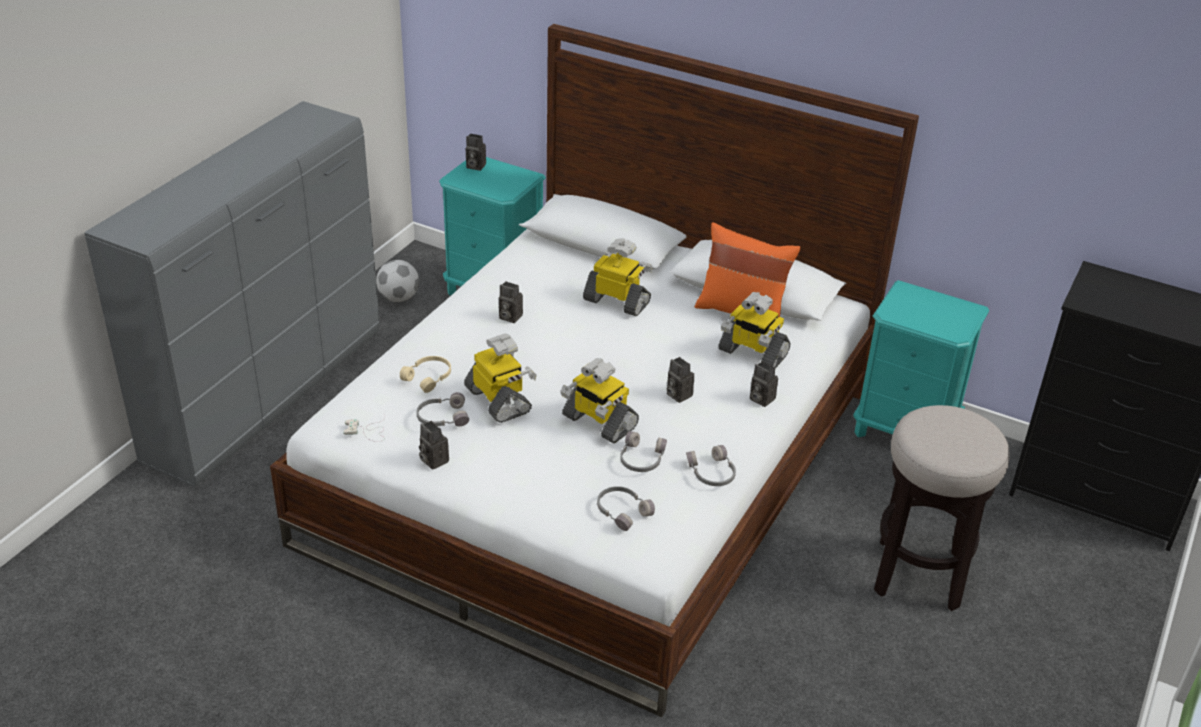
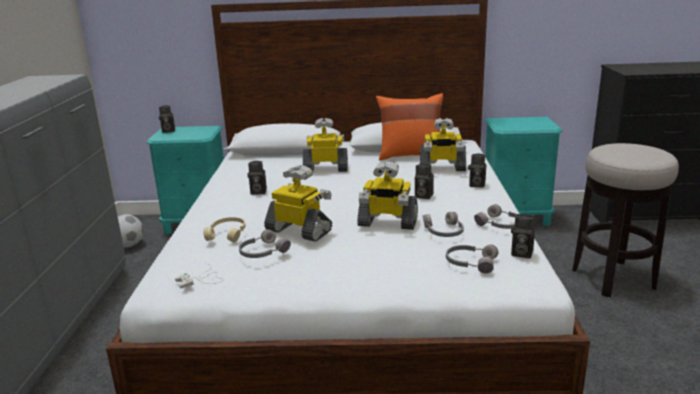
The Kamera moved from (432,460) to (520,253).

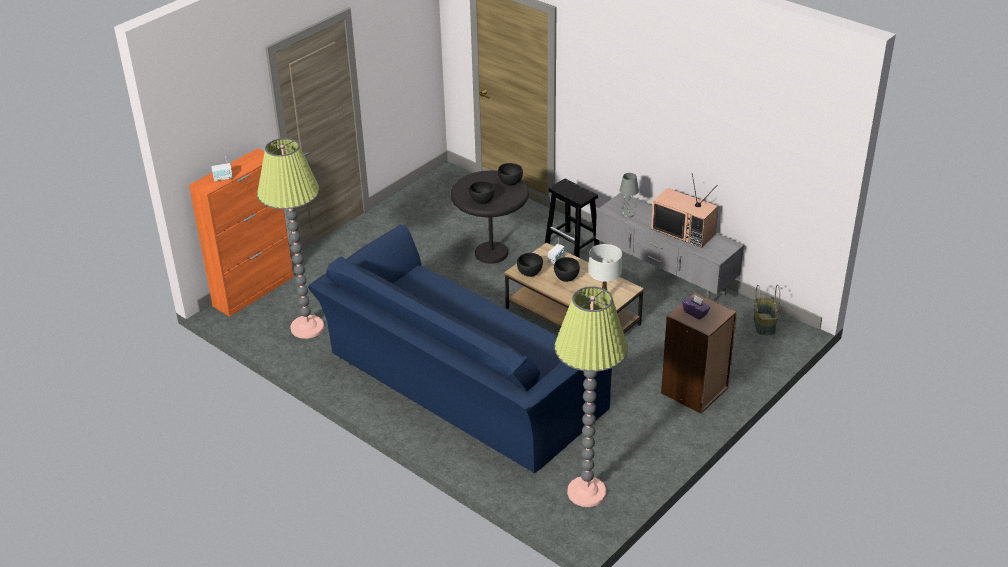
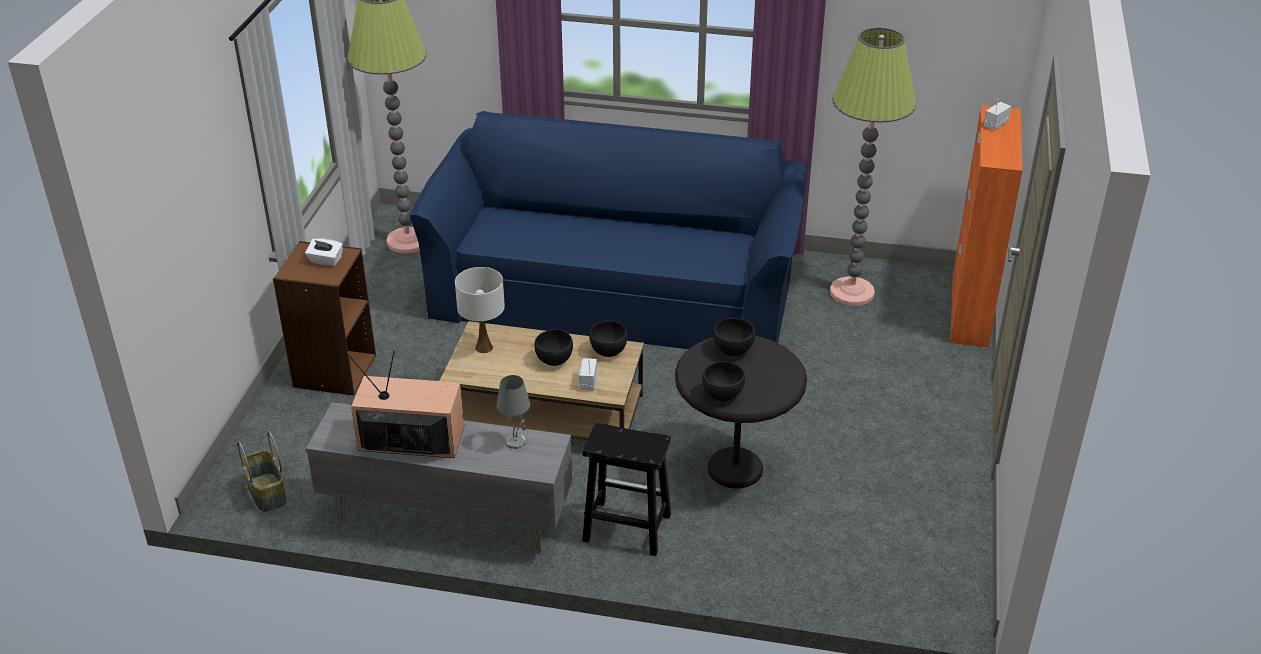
The Taschentuchbox [lila] at (695,313) became the Taschentuchbox [weiß] at (325,261).

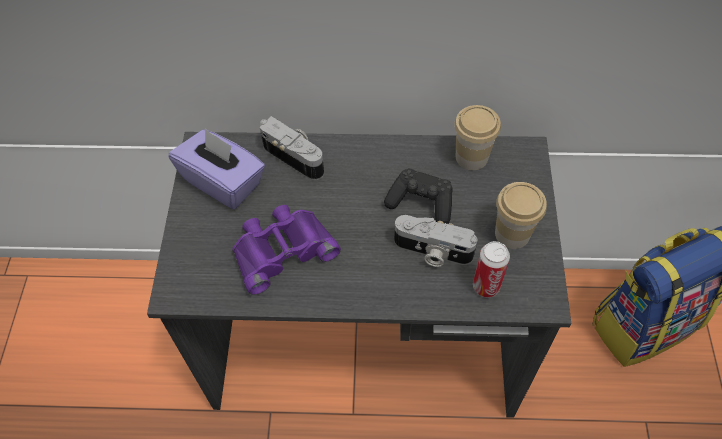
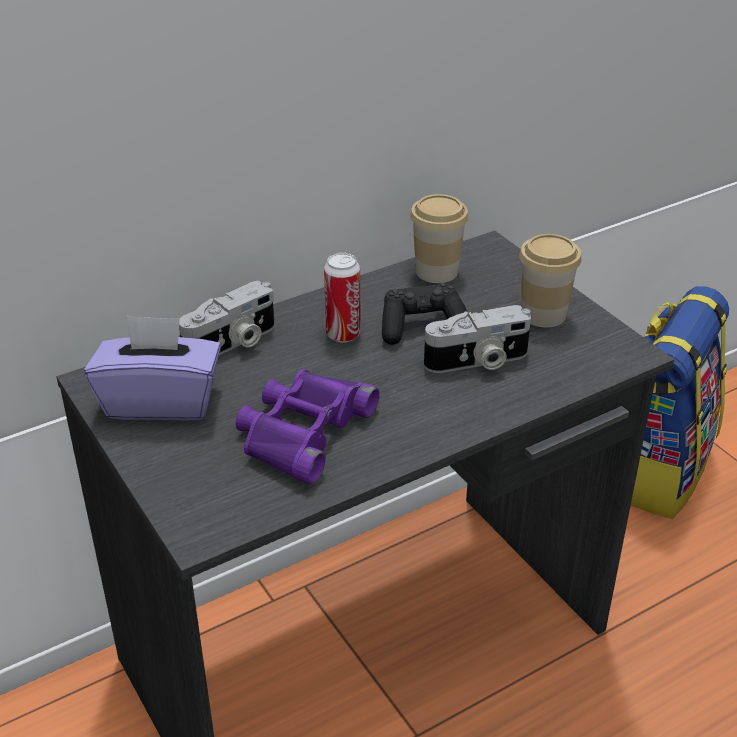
The Kamera at (296,156) turned 135 degrees clockwise.
The Dose moved from (486,286) to (343,334).

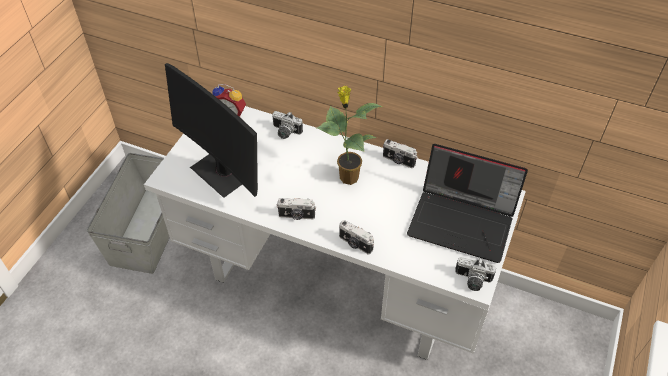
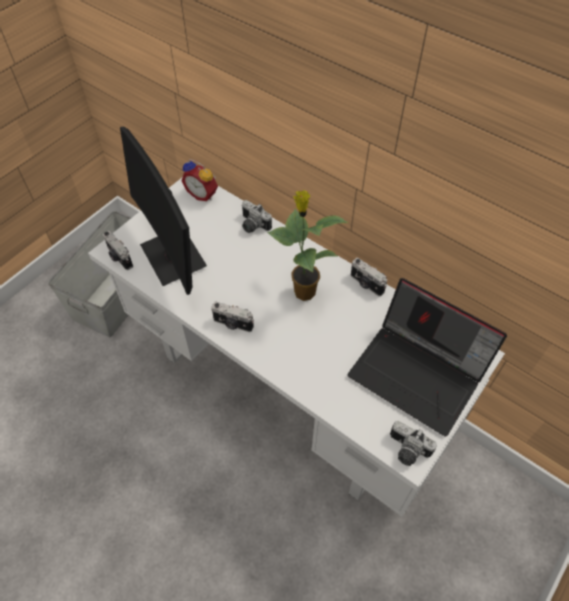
The Kamera moved from (355,244) to (119,258).

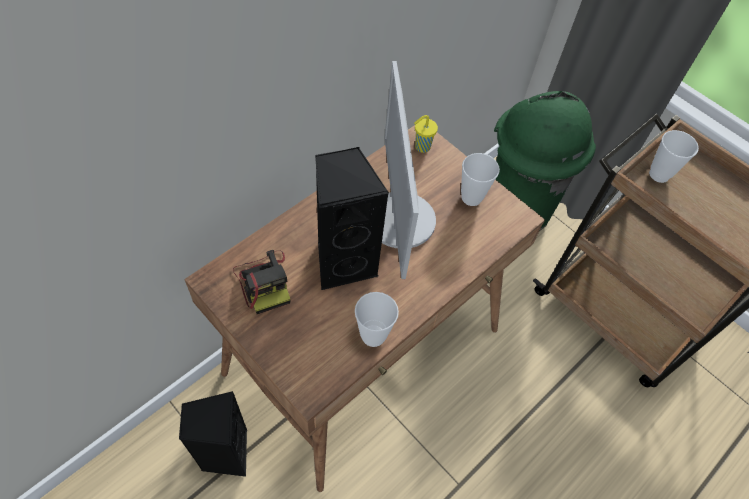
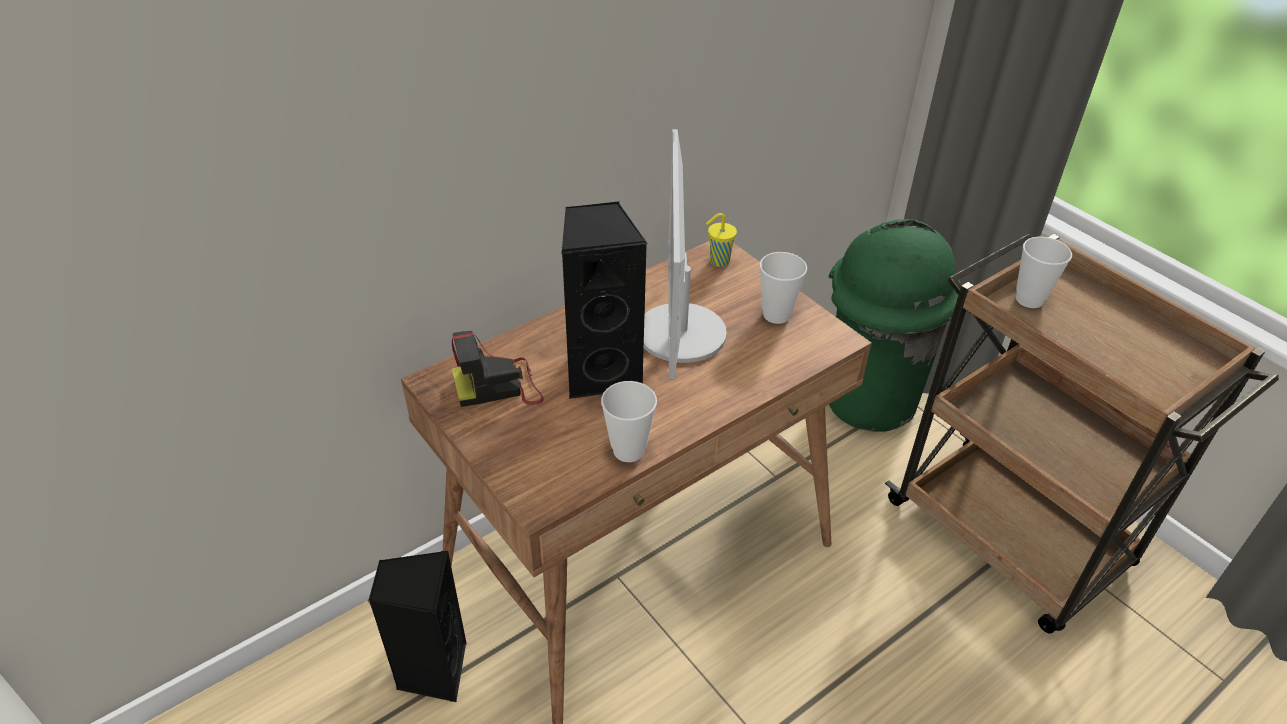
The Kamera at (264,282) turned 90 degrees clockwise.

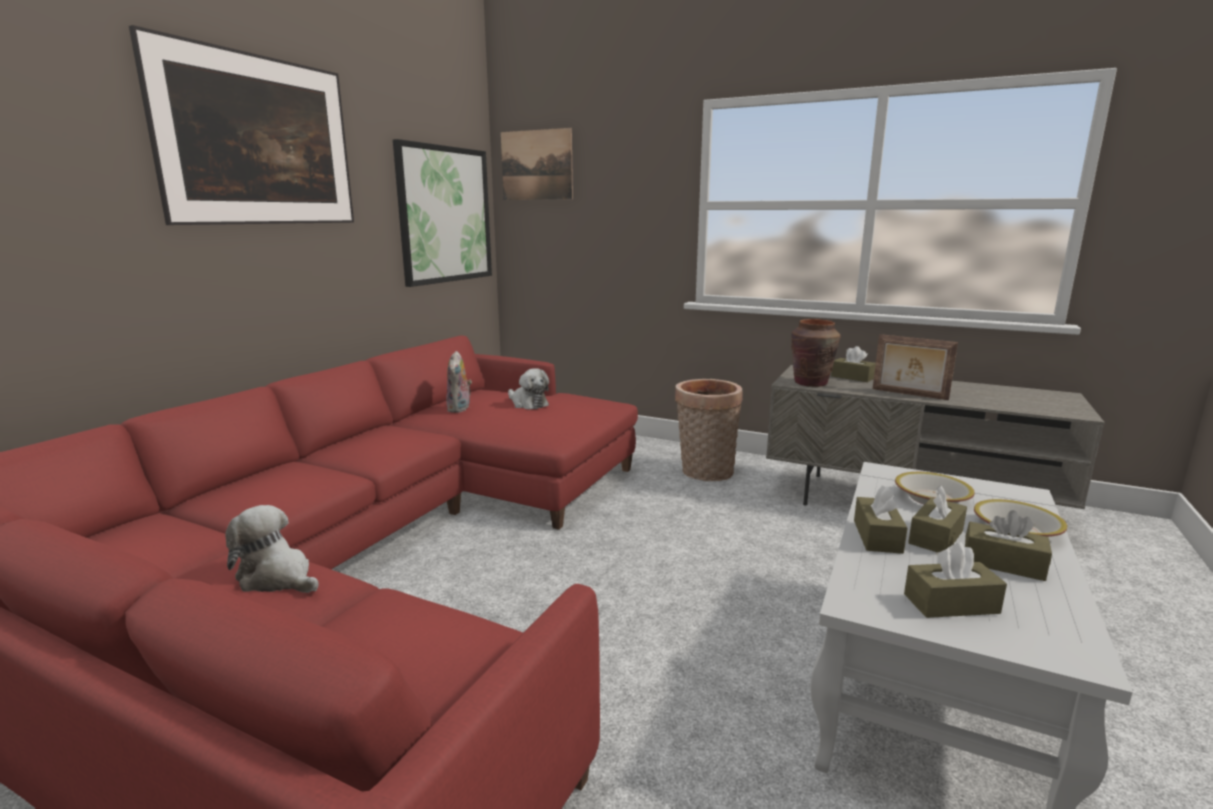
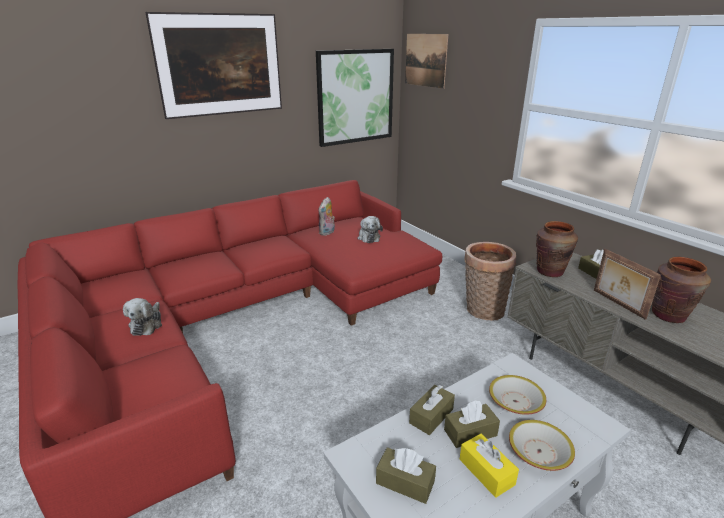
The Plüschtier at (277,578) turned 150 degrees counterclockwise.
The Taschentuchbox [braun] at (1003,563) became the Taschentuchbox [gelb] at (486,472).
The Vase [braun] at (669,315) appeared.

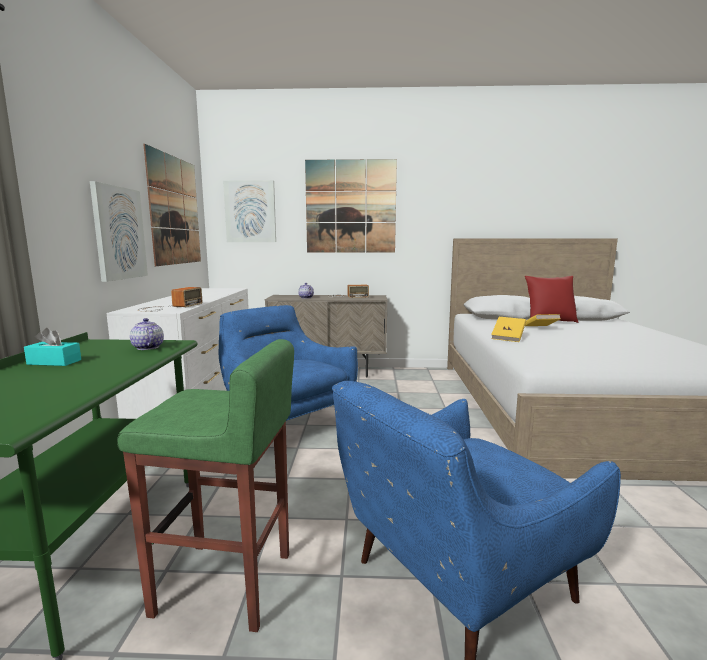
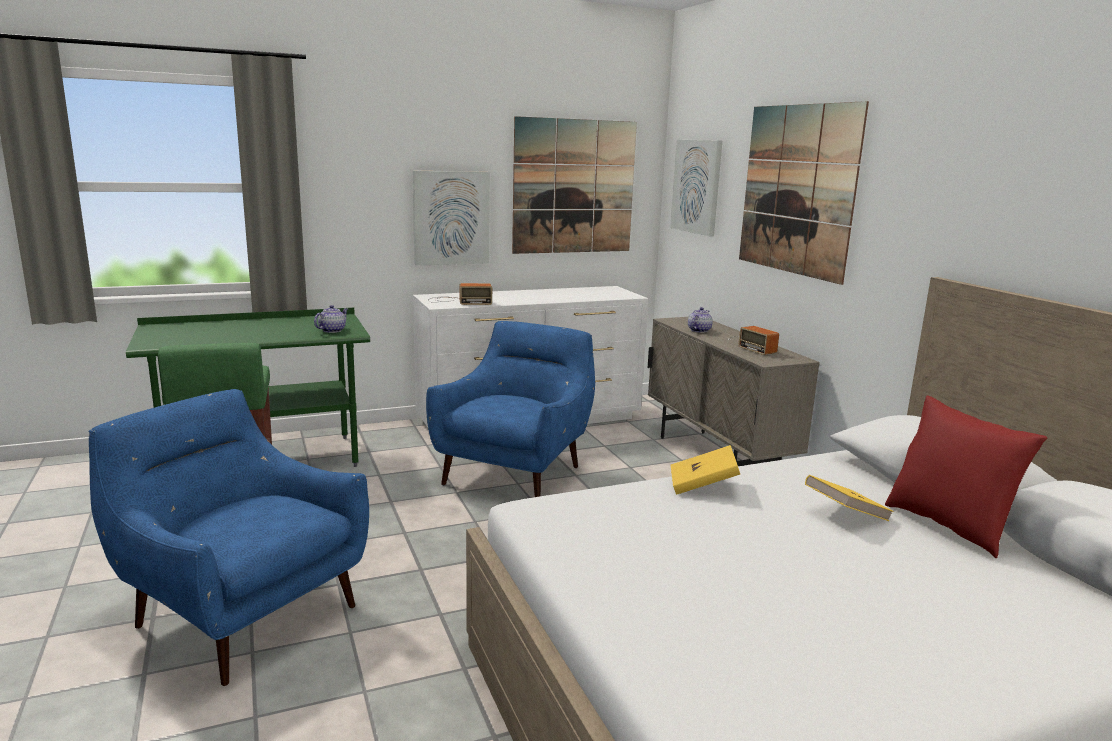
The Taschentuchbox [türkis] at (54,362) disappeared.

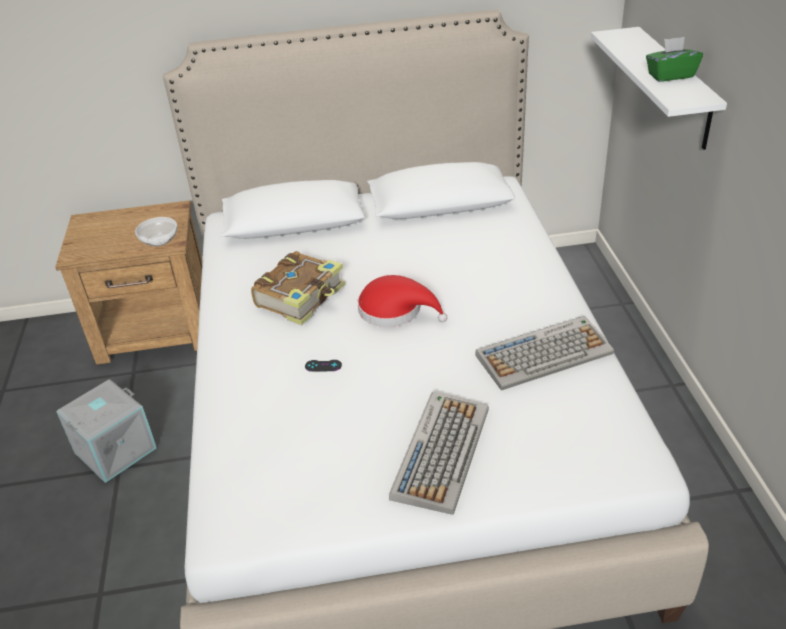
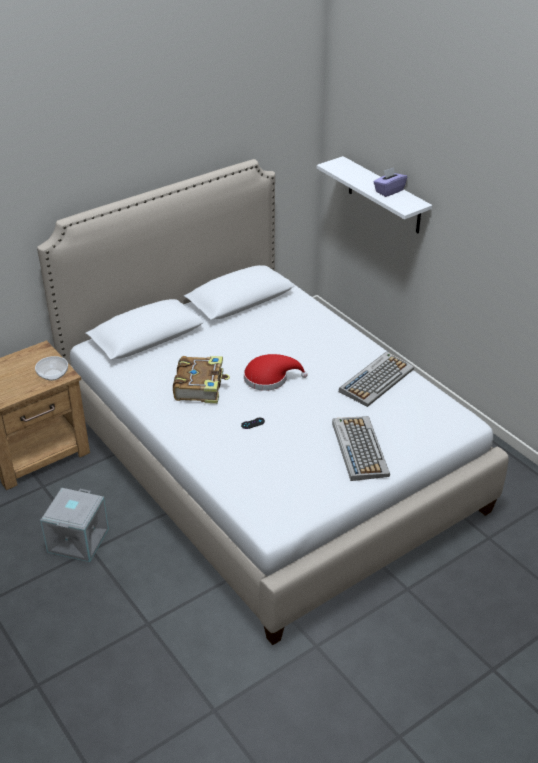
The Taschentuchbox [grün] at (670,75) became the Taschentuchbox [lila] at (389,191).

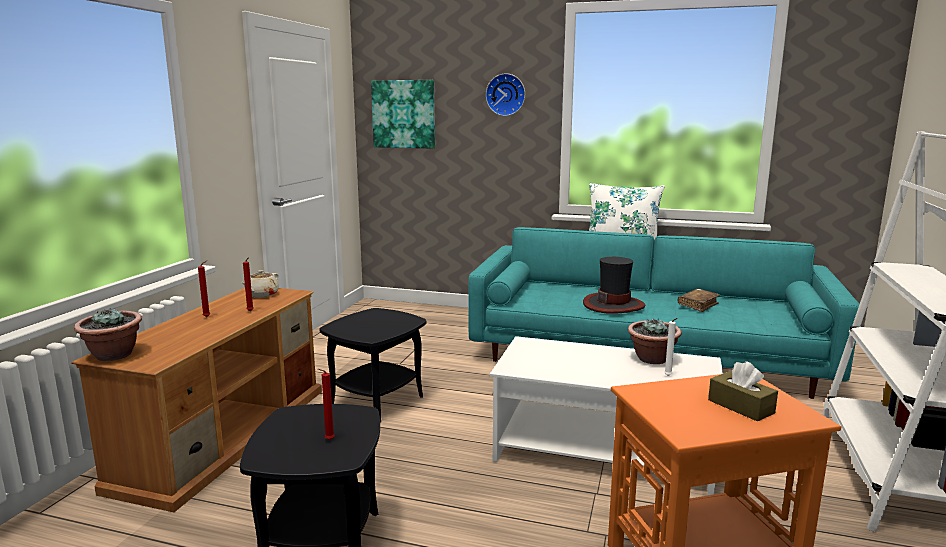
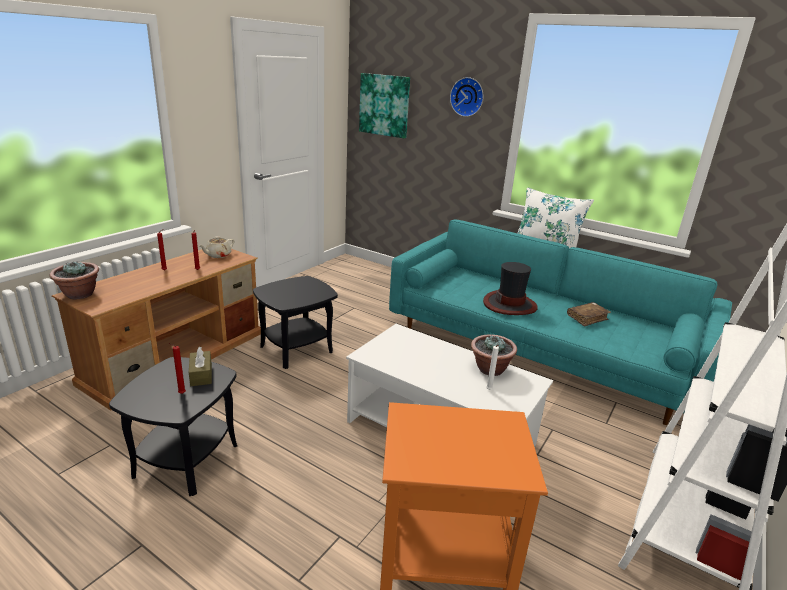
The Taschentuchbox [braun] moved from (740,406) to (201,375).

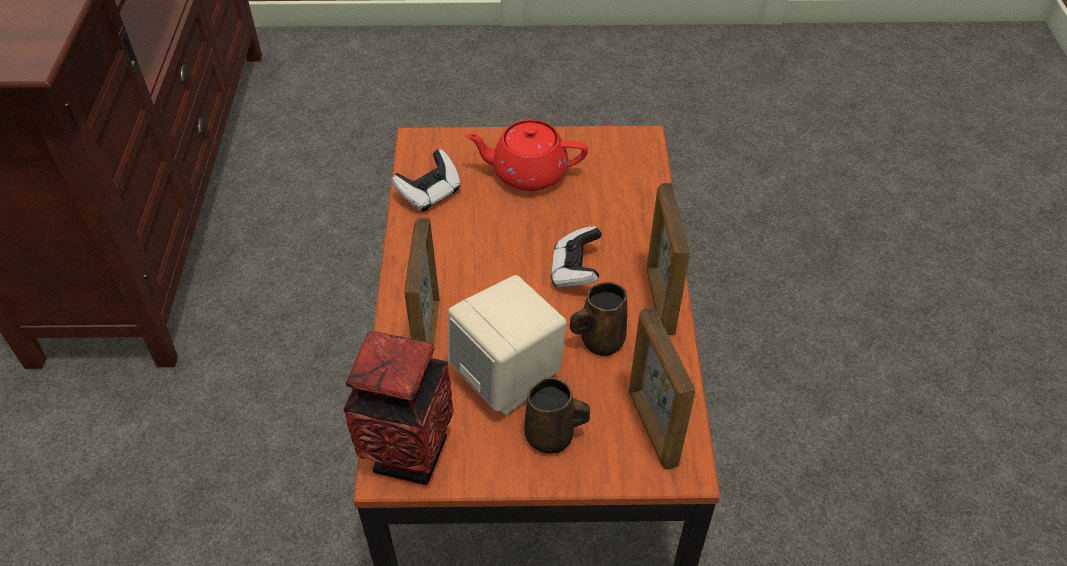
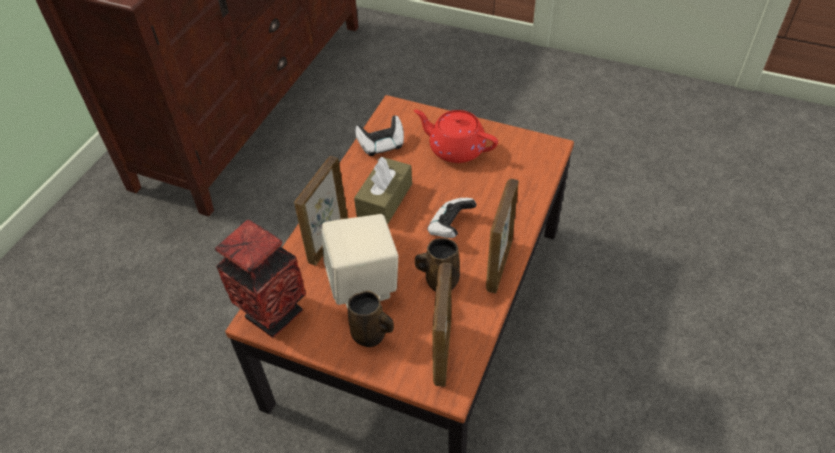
The Taschentuchbox [braun] at (384,200) appeared.

